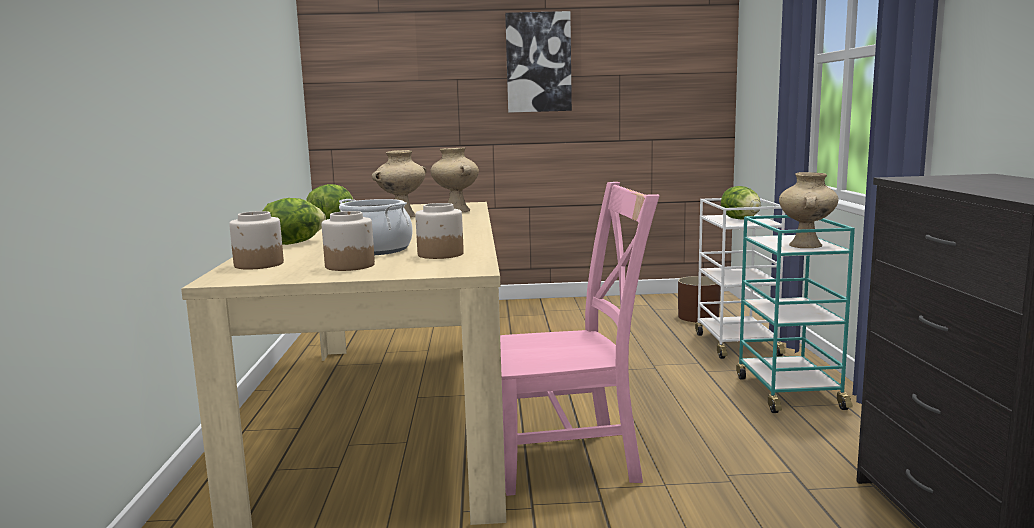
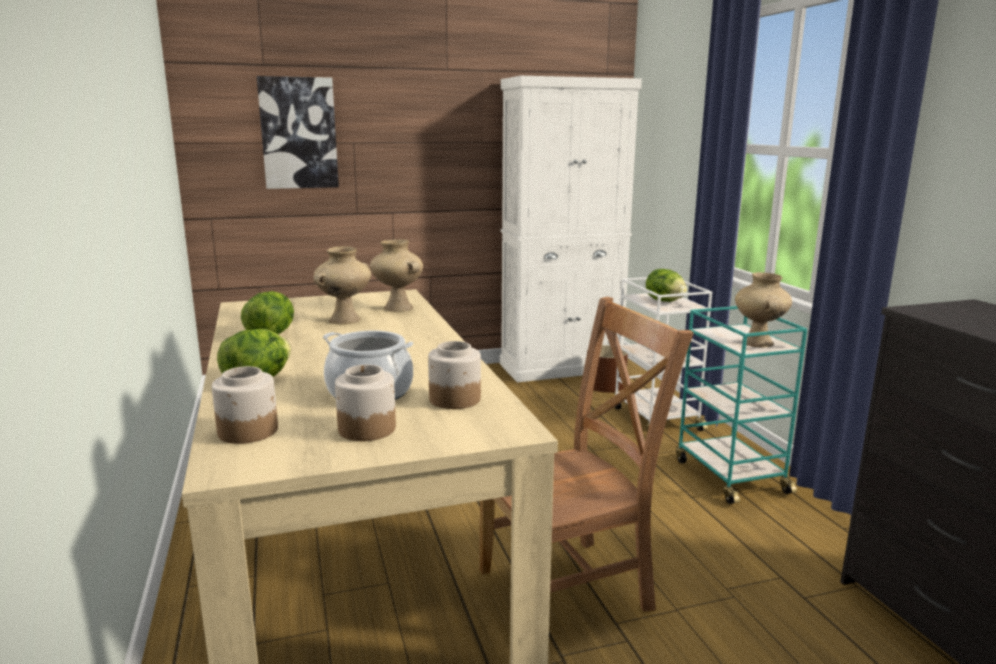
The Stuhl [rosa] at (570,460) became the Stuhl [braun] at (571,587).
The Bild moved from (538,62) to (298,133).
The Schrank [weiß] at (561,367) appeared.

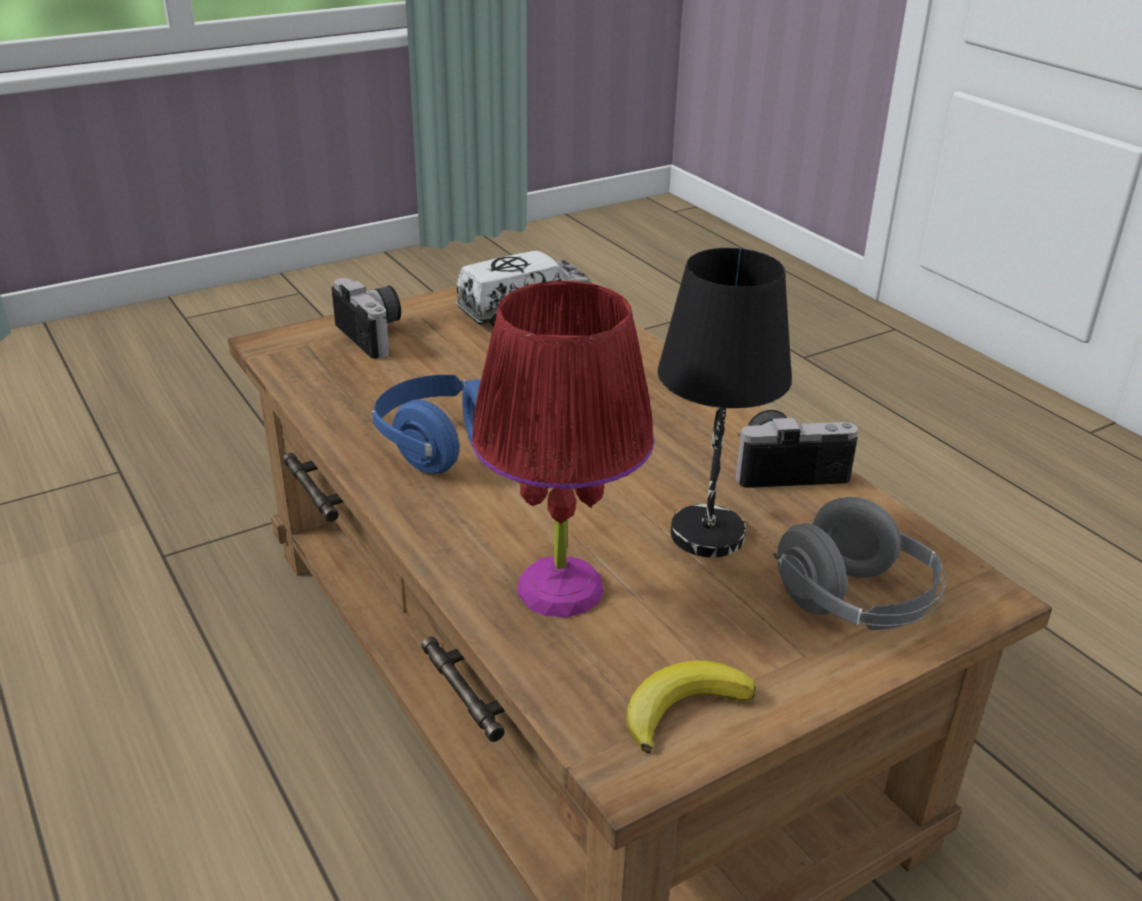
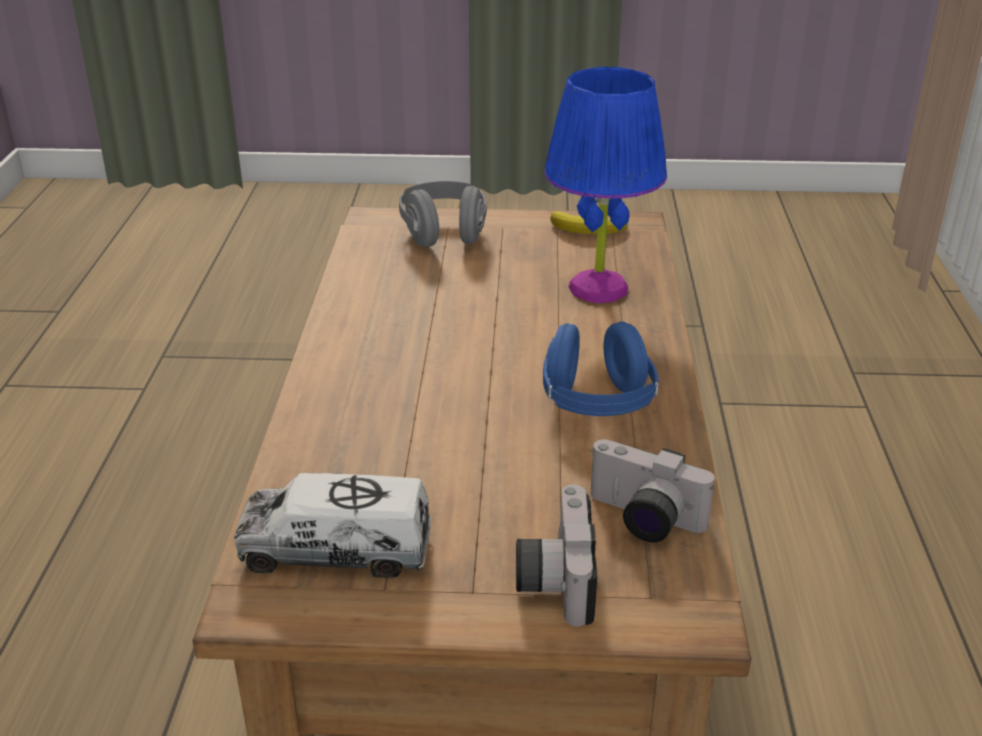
The Tischlampe [rot] at (561,588) became the Tischlampe [blau] at (598,288).
The Tischlampe [schwarz] at (706,533) disappeared.
The Kamera moved from (787,468) to (641,520).

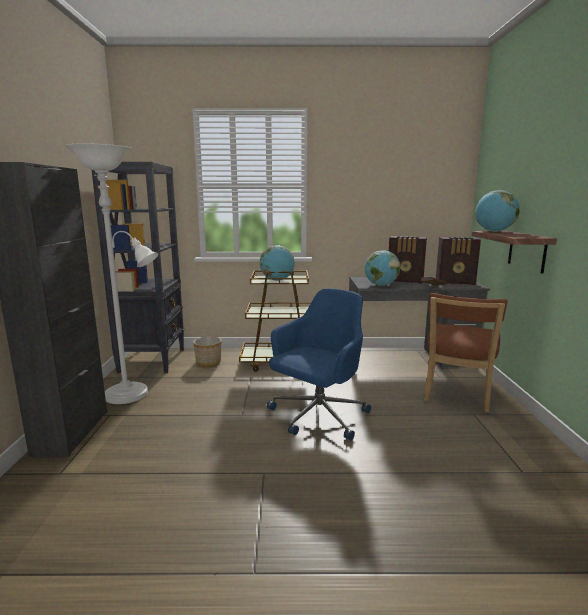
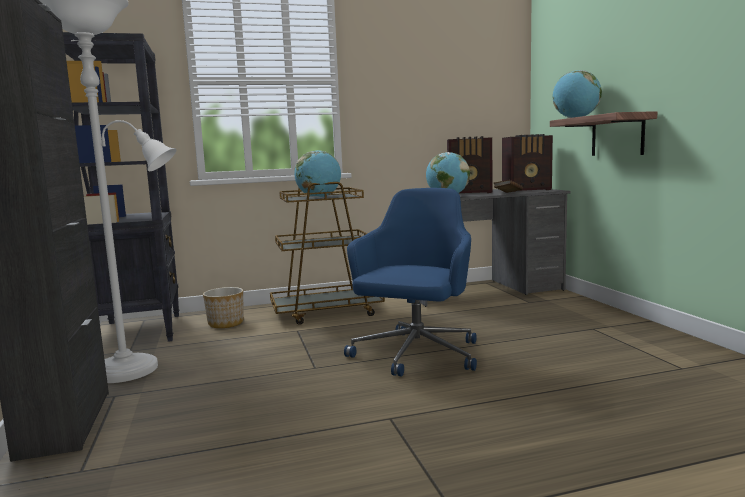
The Stuhl [braun] at (456,395) disappeared.

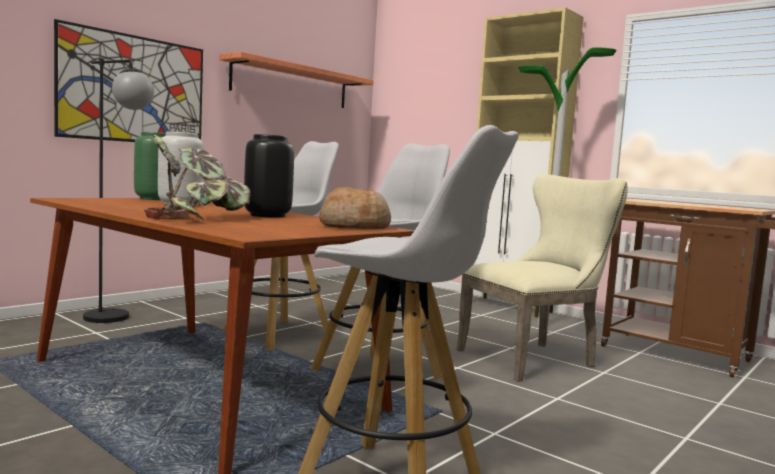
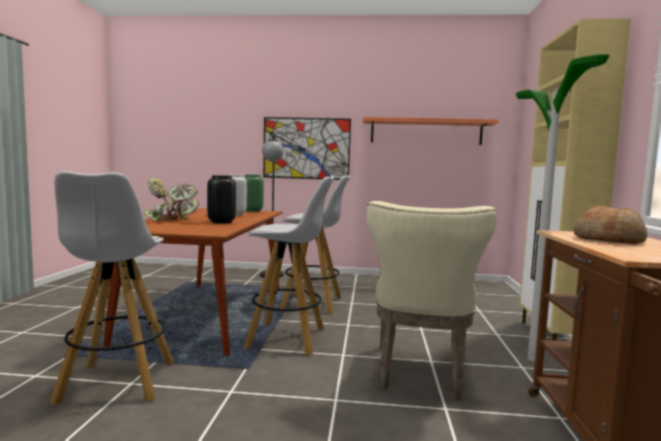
The Brot moved from (355,226) to (609,240).
The Stuhl [beige] at (534,358) turned 75 degrees clockwise.

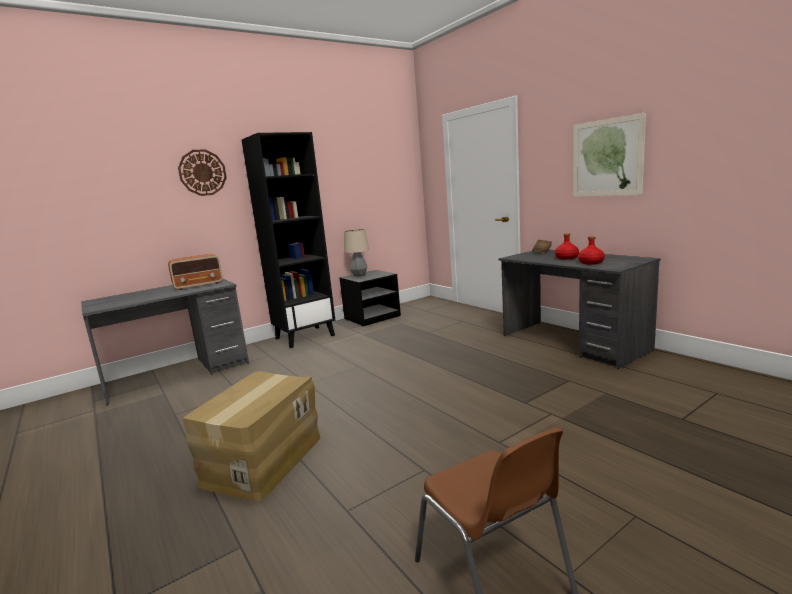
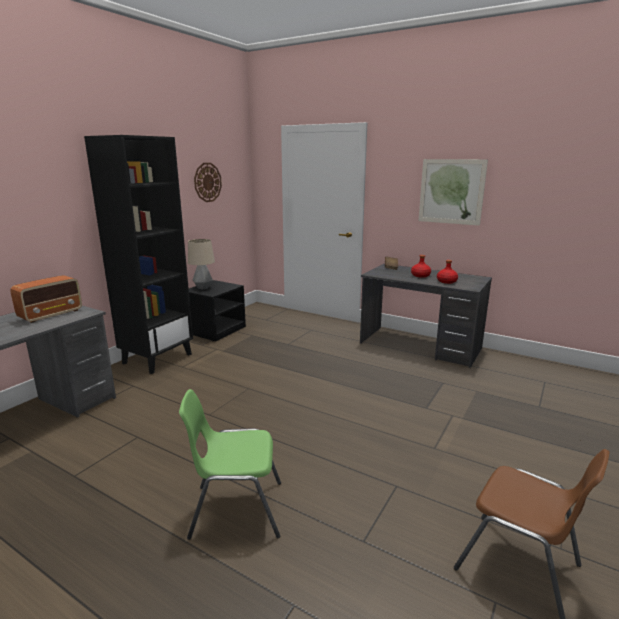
The Wanduhr moved from (202,172) to (207,182).
The Karton at (262,460) was replaced by the Stuhl [grün] at (235,509).

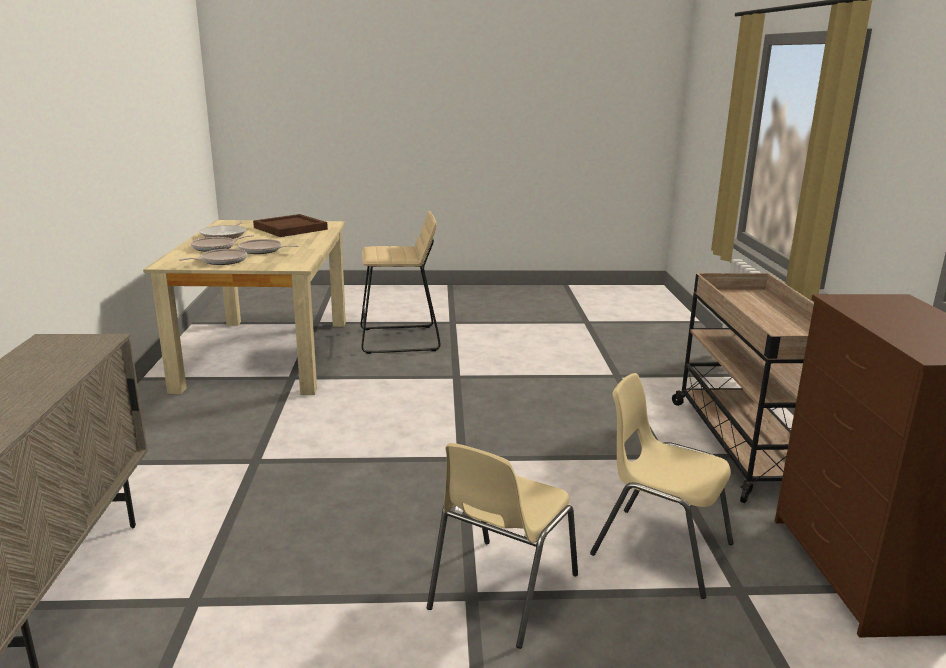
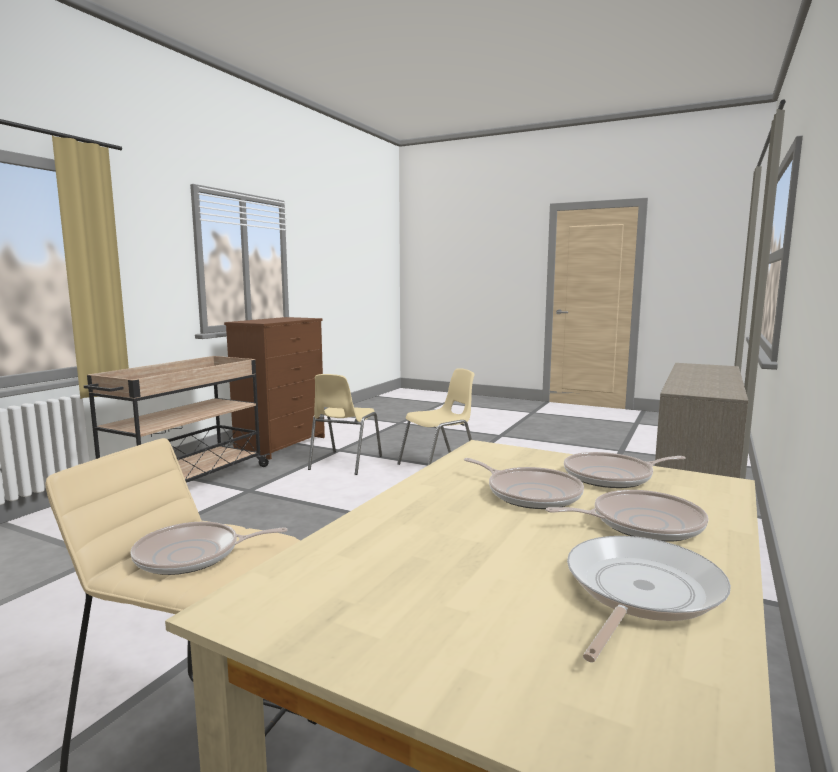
The Tablett [braun] at (290,228) disappeared.
The Stuhl [beige] at (659,549) turned 45 degrees clockwise.
The Pfanne at (193,555) appeared.

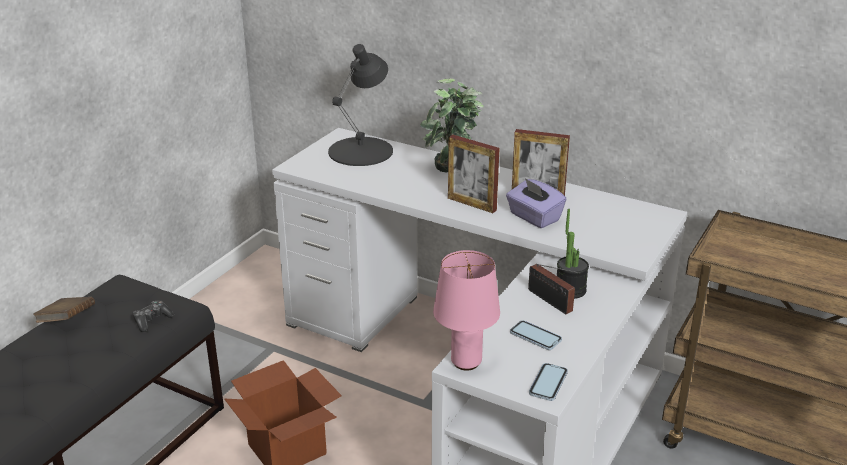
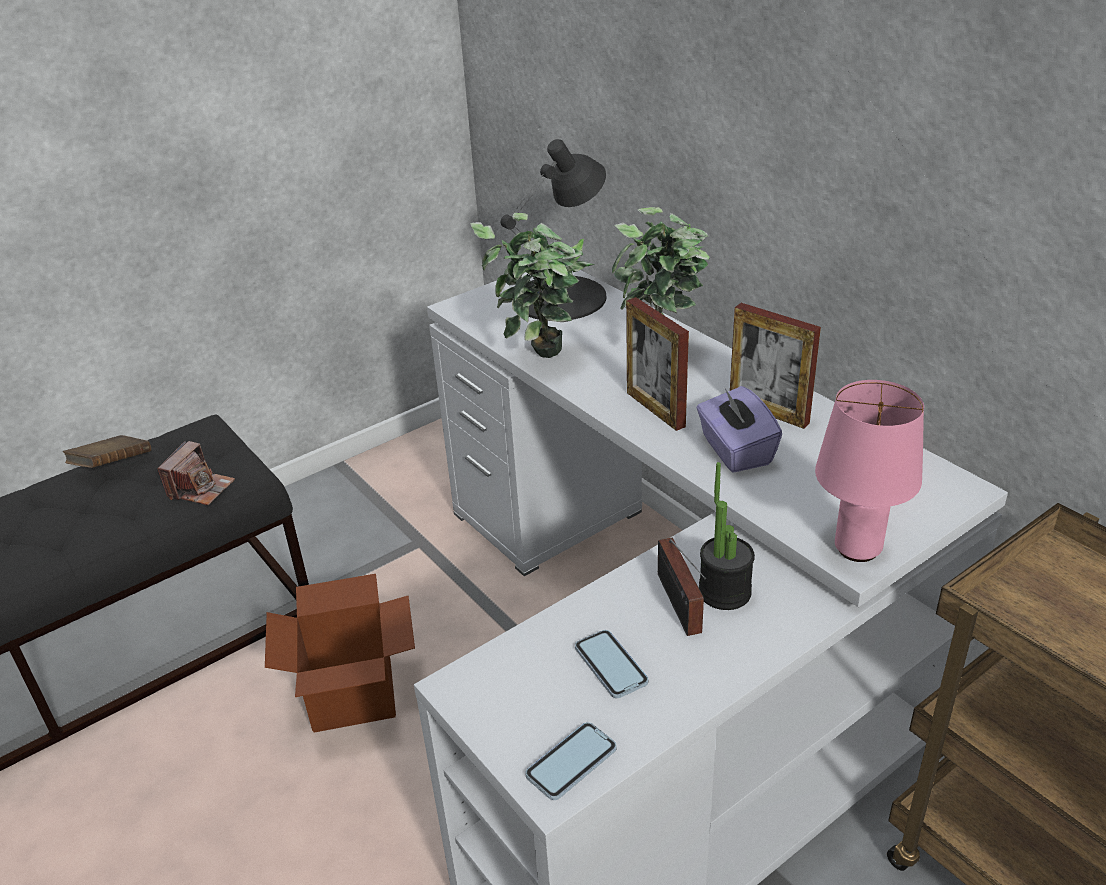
The Gamepad at (152,320) was replaced by the Kamera at (201,488).
The Tischlampe [rosa] moved from (466,362) to (857,549).
The Topfpflanze at (541,362) appeared.

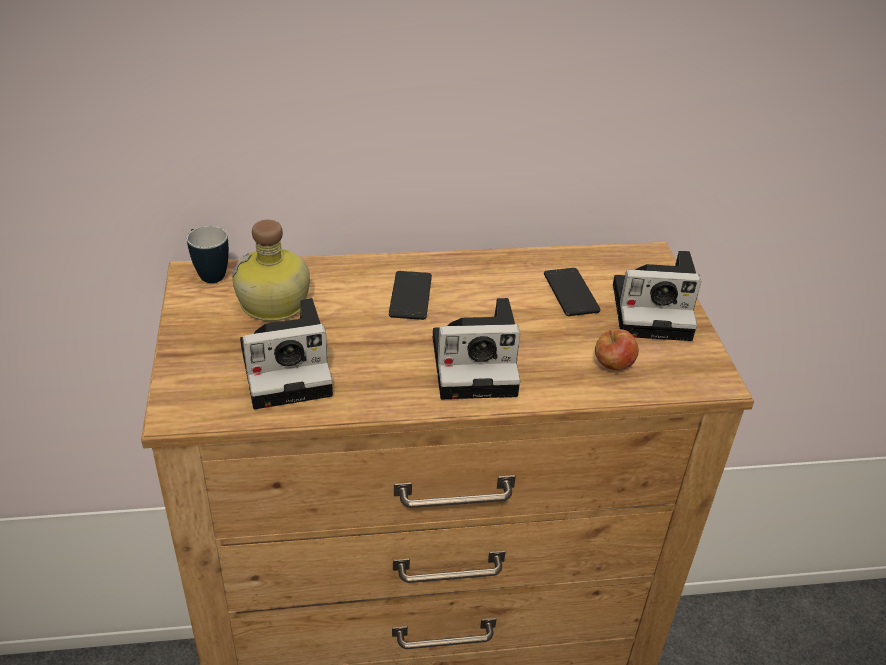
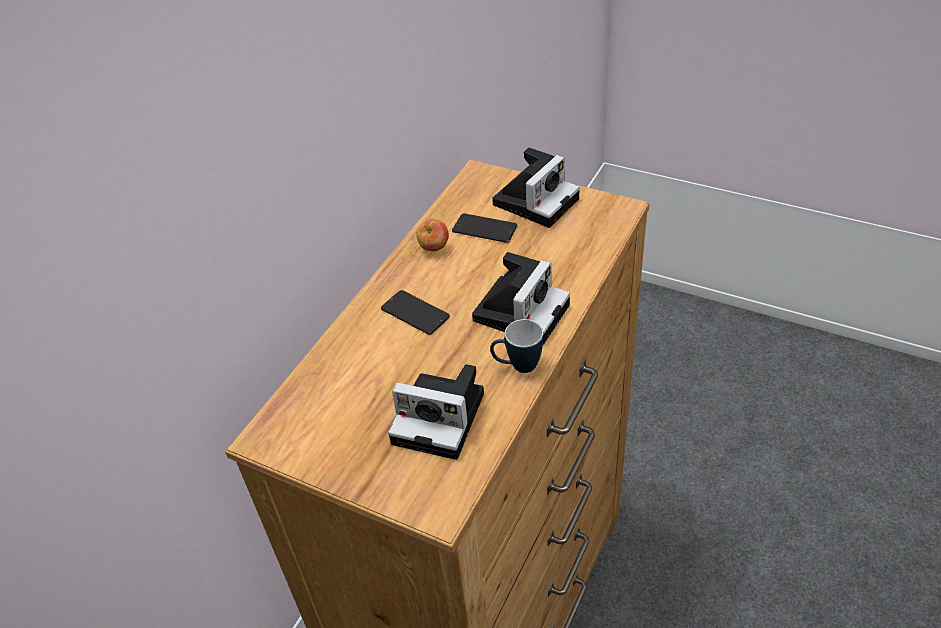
The Henkelbecher moved from (208,273) to (517,366).
The Flasche at (274,304) disappeared.
The Kamera at (290,369) turned 90 degrees clockwise.
The Apfel moved from (613,366) to (434,248).

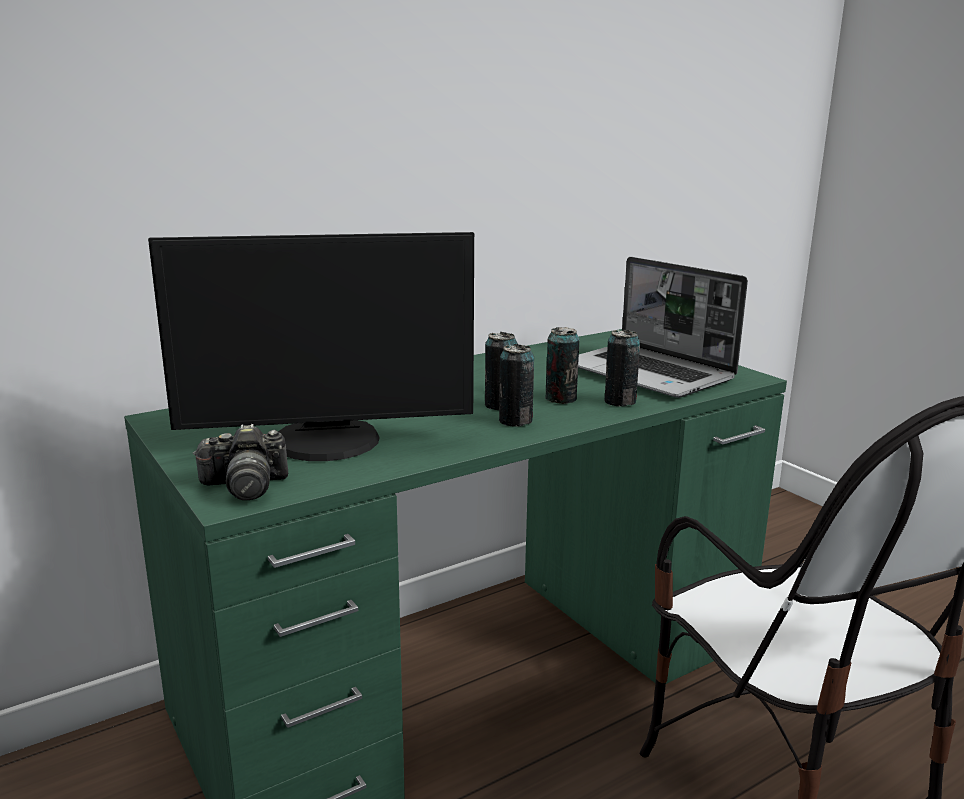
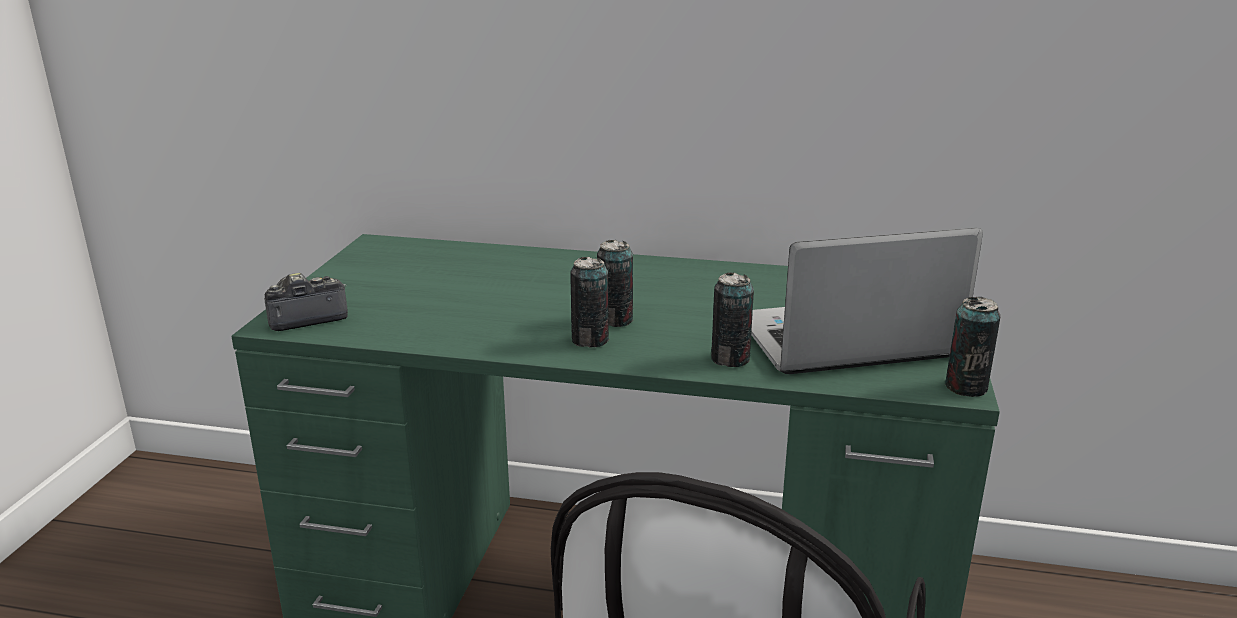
The Monitor at (327,443) disappeared.
The Kamera at (245,486) turned 120 degrees clockwise.
The Dose moved from (560,399) to (966,387).
The Laptop at (650,373) turned 75 degrees clockwise.

